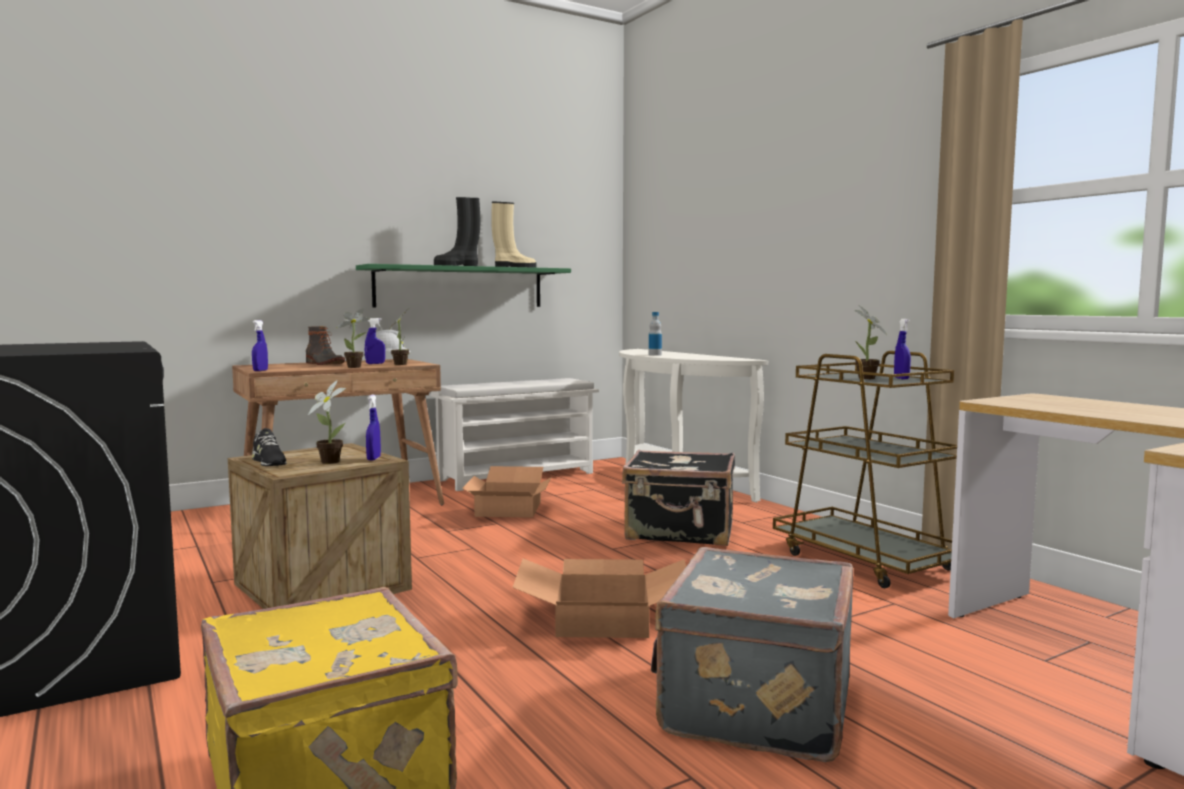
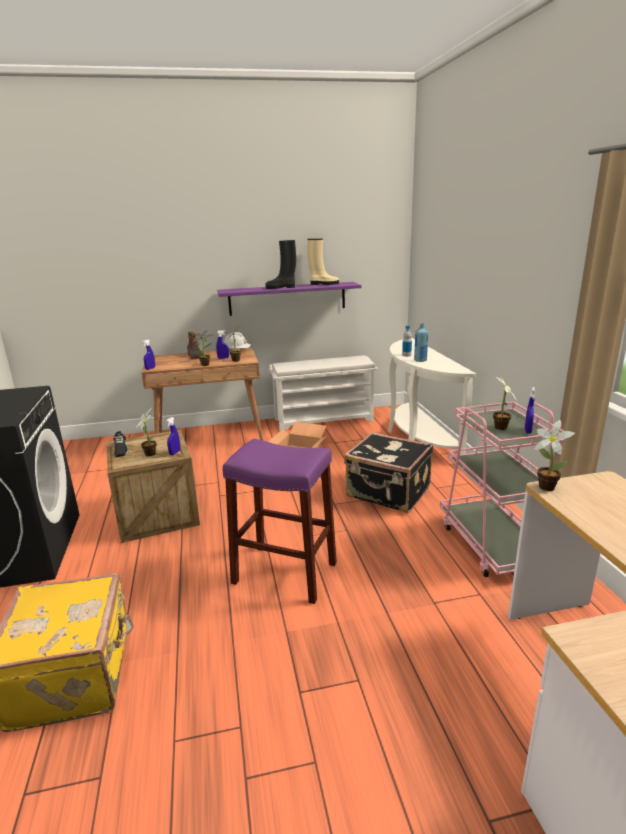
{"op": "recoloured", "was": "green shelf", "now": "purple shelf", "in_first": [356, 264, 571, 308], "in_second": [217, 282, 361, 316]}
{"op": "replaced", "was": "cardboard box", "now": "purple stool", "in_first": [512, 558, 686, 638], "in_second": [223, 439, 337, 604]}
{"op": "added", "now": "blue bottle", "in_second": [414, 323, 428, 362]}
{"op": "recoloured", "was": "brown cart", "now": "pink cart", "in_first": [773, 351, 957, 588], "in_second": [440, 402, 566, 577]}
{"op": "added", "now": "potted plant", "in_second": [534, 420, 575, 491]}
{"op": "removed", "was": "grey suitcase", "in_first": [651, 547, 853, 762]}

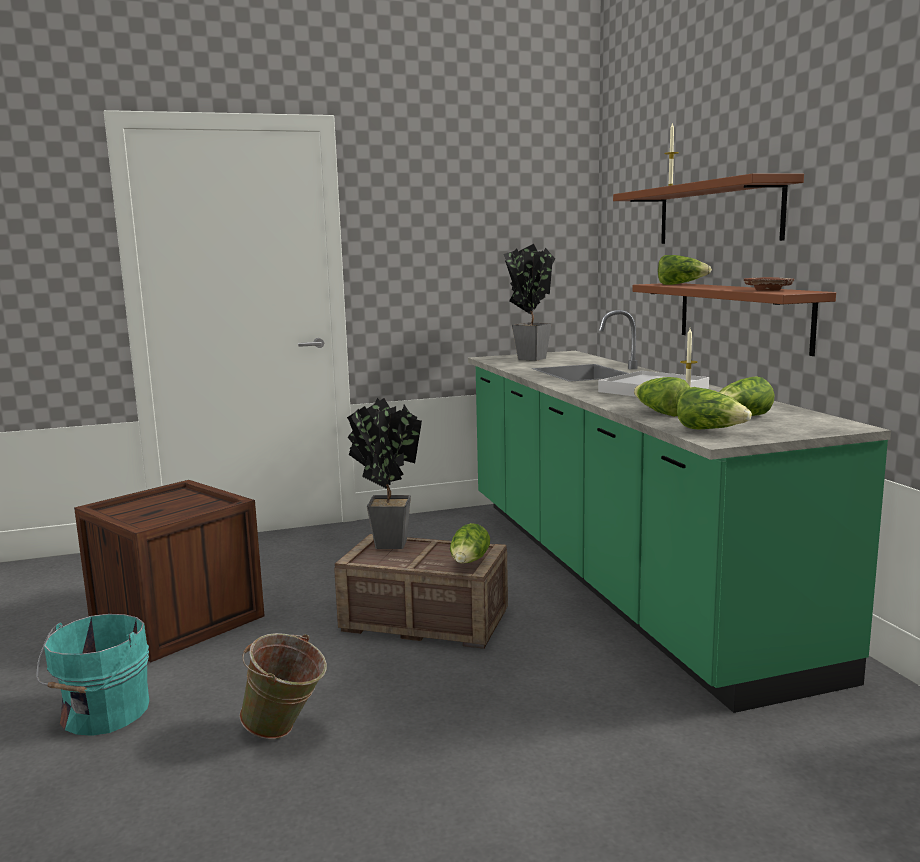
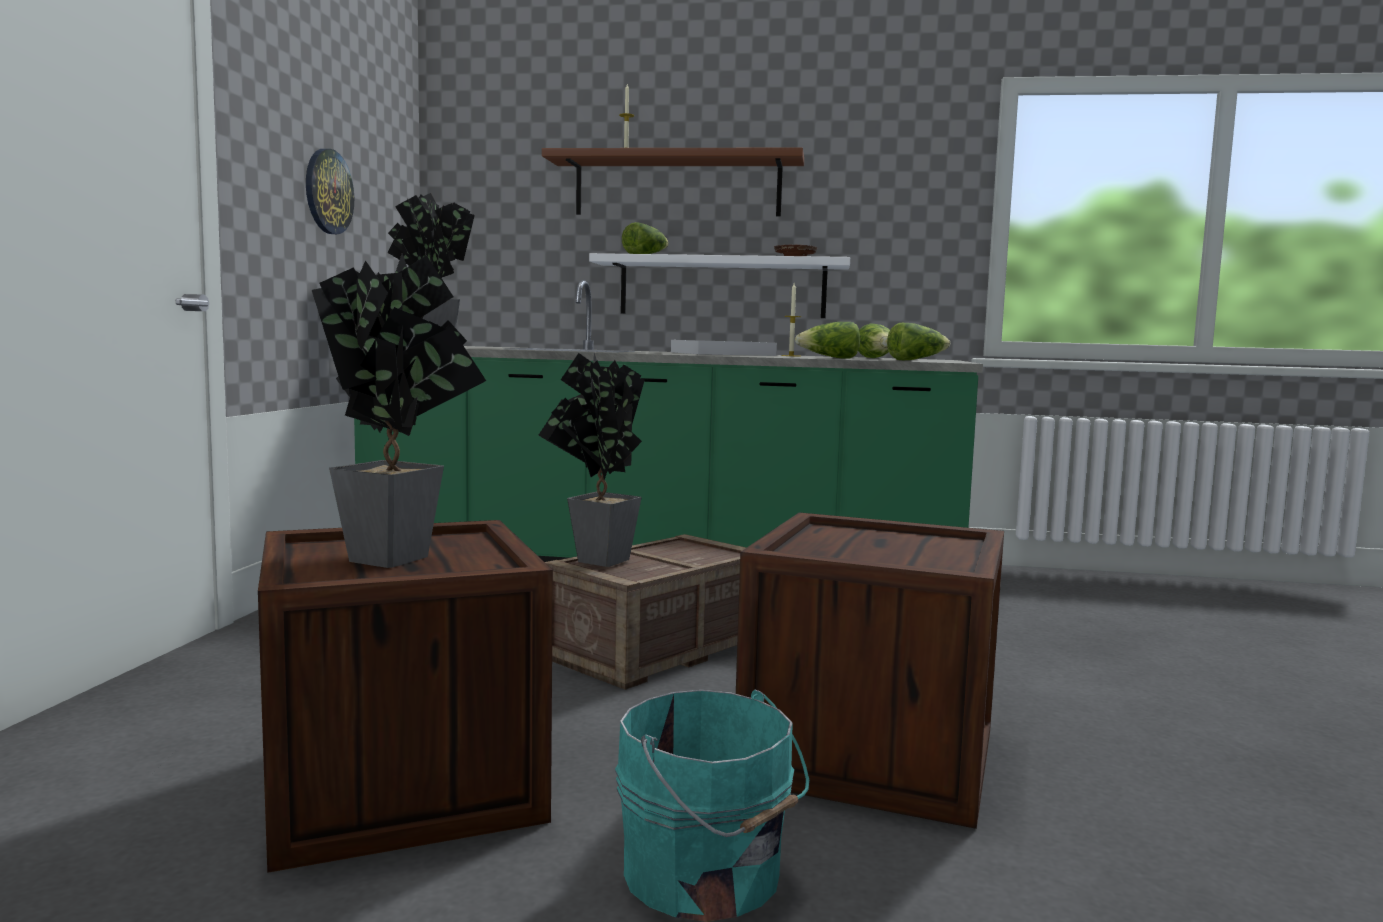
{"op": "added", "now": "wall clock", "in_second": [306, 149, 354, 234]}
{"op": "added", "now": "potted plant", "in_second": [312, 253, 486, 568]}
{"op": "recoloured", "was": "brown shelf", "now": "white shelf", "in_first": [632, 283, 836, 356], "in_second": [589, 253, 850, 318]}
{"op": "replaced", "was": "green bucket", "now": "crate", "in_first": [239, 633, 327, 739], "in_second": [736, 512, 1004, 829]}
{"op": "removed", "was": "lettuce", "in_first": [450, 523, 490, 563]}

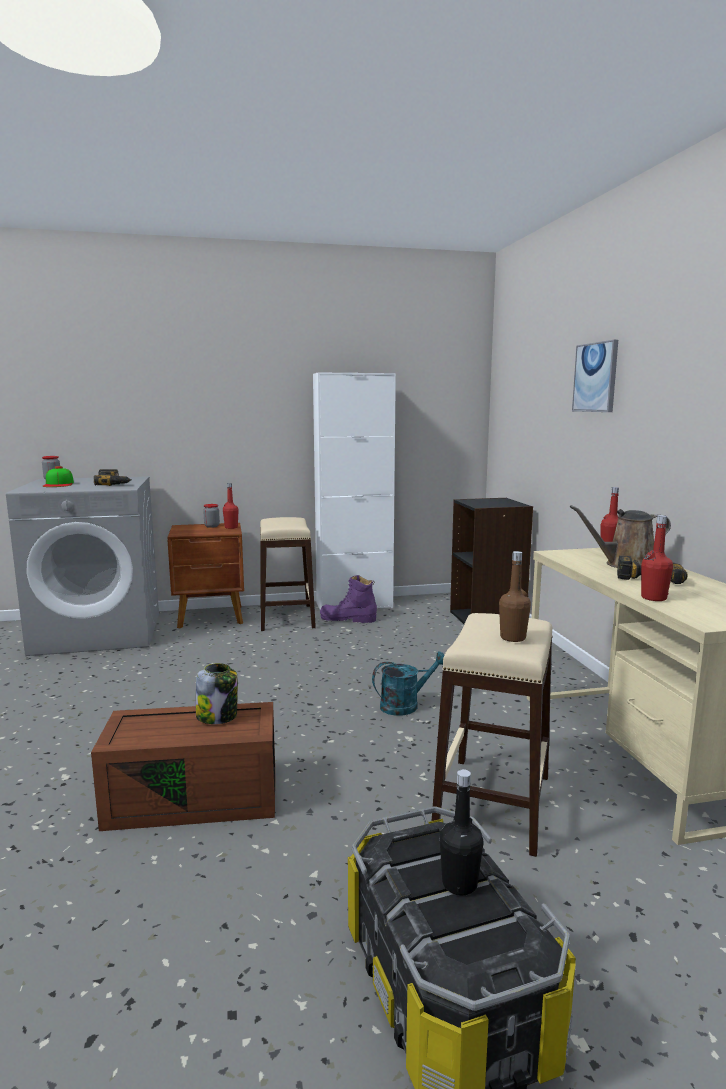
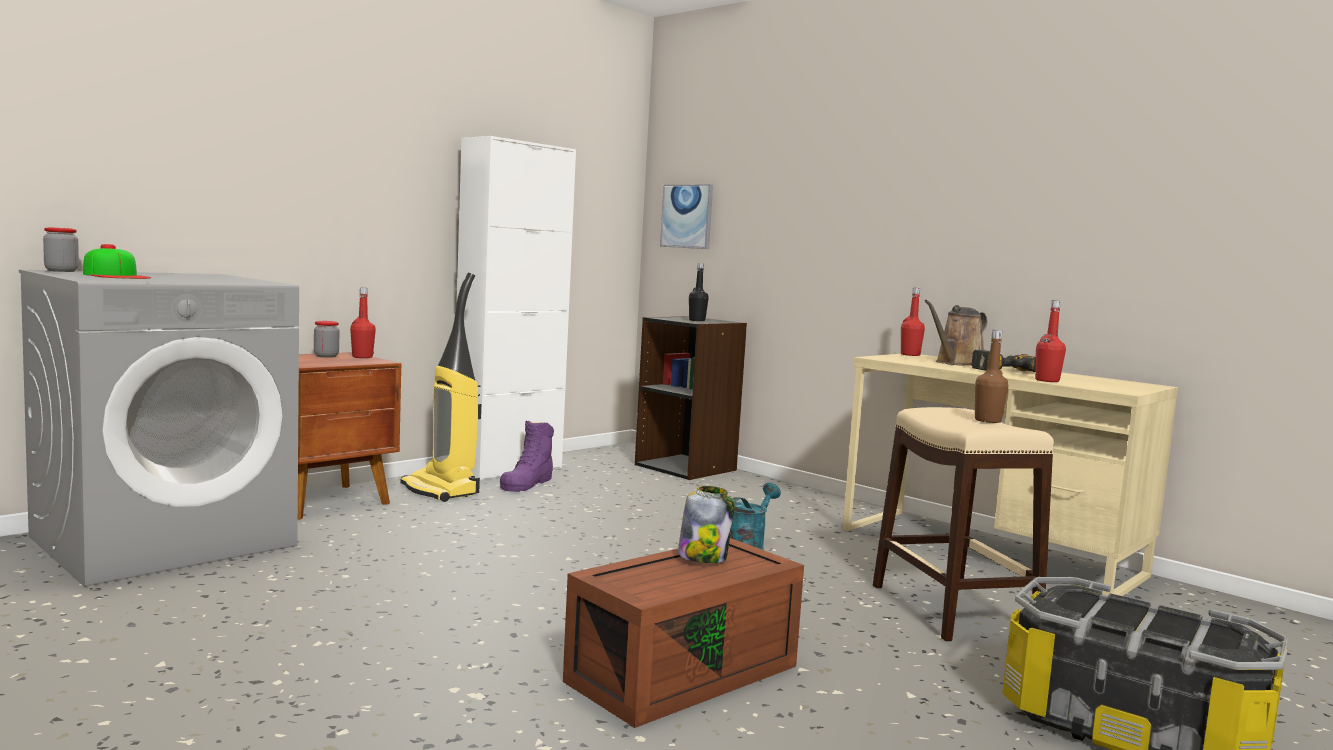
{"op": "replaced", "was": "beige stool", "now": "vacuum cleaner", "in_first": [260, 517, 316, 631], "in_second": [400, 273, 481, 502]}
{"op": "turned", "was": "purple boot", "in_first": [320, 575, 377, 623], "in_second": [500, 420, 554, 492], "clockwise": -45}
{"op": "moved", "was": "picture", "in_first": [572, 340, 618, 412], "in_second": [660, 184, 713, 249]}
{"op": "moved", "was": "black bottle", "in_first": [440, 769, 483, 896], "in_second": [689, 263, 709, 321]}
{"op": "removed", "was": "power drill", "in_first": [94, 469, 132, 486]}

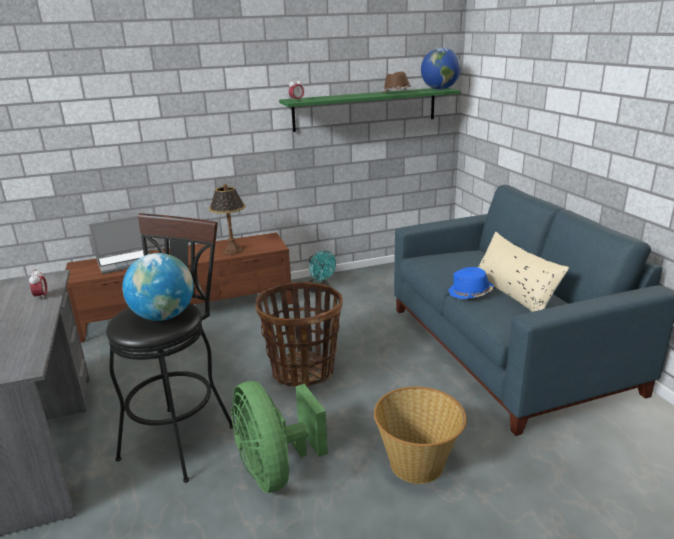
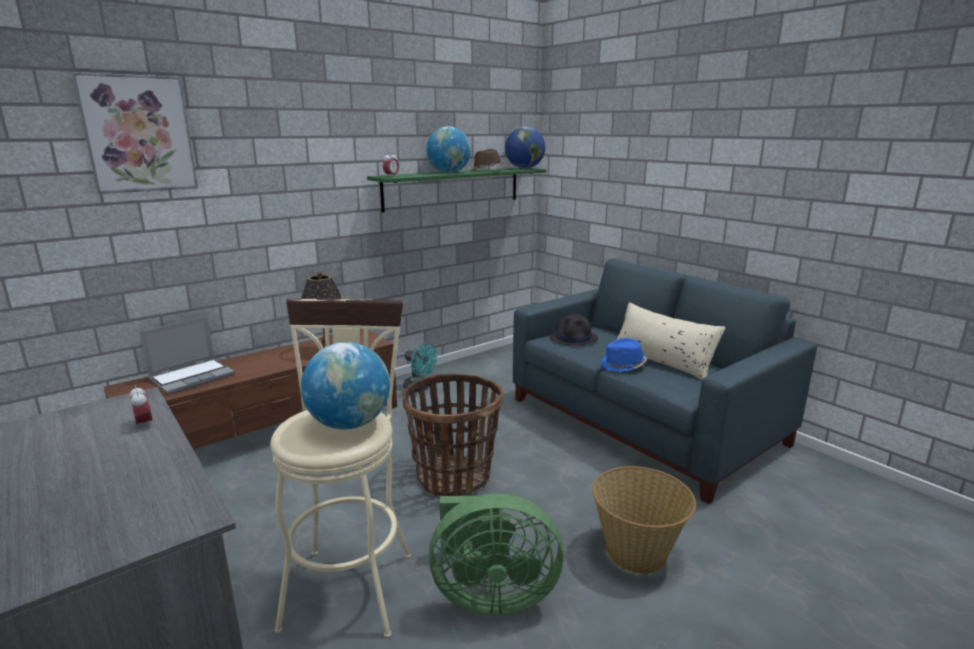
{"op": "added", "now": "picture", "in_second": [72, 72, 198, 194]}
{"op": "recoloured", "was": "black stool", "now": "beige stool", "in_first": [106, 213, 233, 483], "in_second": [270, 299, 411, 638]}
{"op": "added", "now": "globe", "in_second": [426, 126, 471, 173]}
{"op": "turned", "was": "green fan", "in_first": [231, 381, 328, 493], "in_second": [429, 493, 564, 616], "clockwise": -45}
{"op": "added", "now": "black hat", "in_second": [549, 314, 598, 346]}

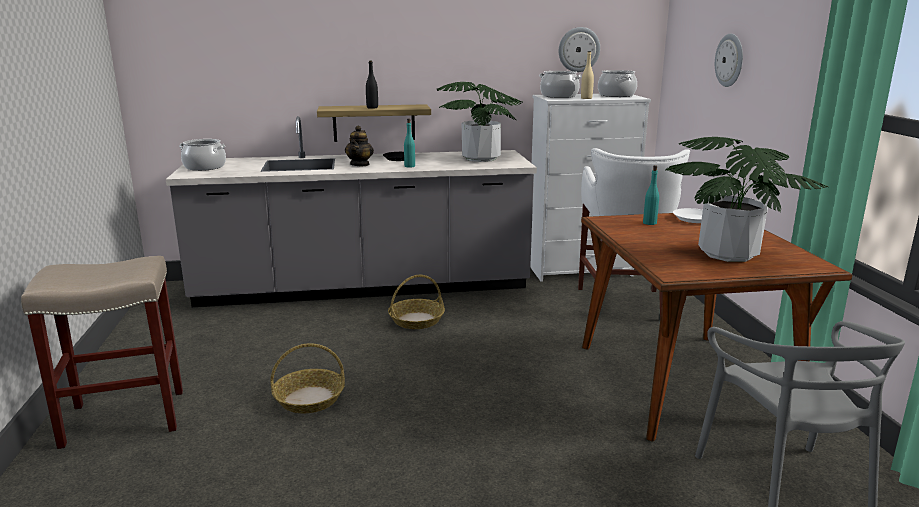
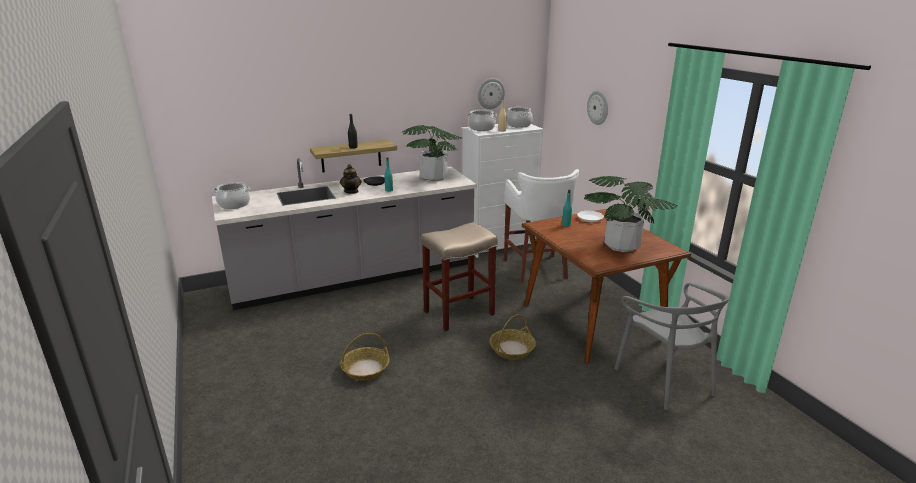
{"op": "moved", "was": "beige stool", "in_first": [21, 256, 183, 449], "in_second": [421, 222, 498, 331]}
{"op": "moved", "was": "basket", "in_first": [388, 275, 445, 329], "in_second": [490, 314, 536, 360]}

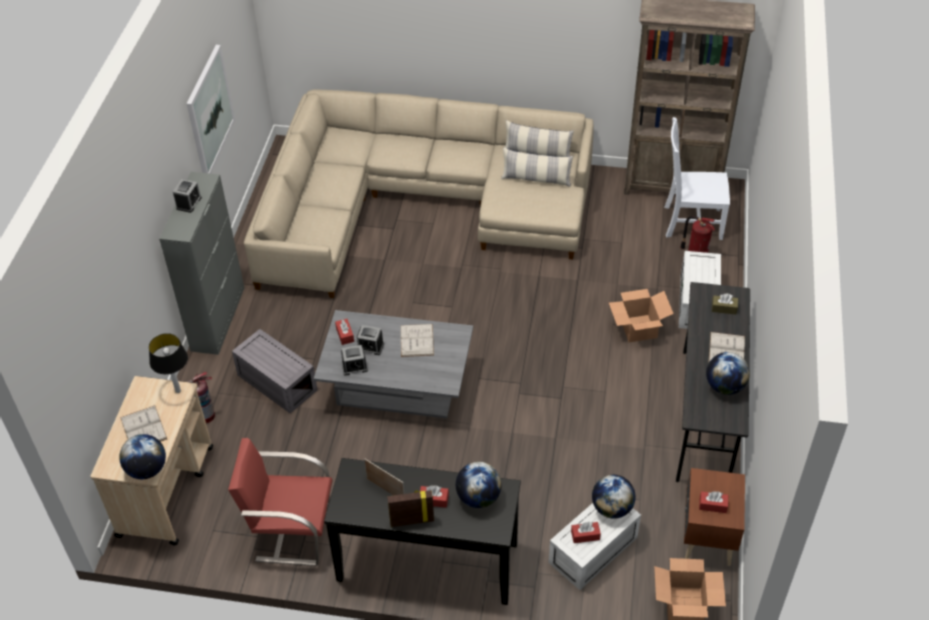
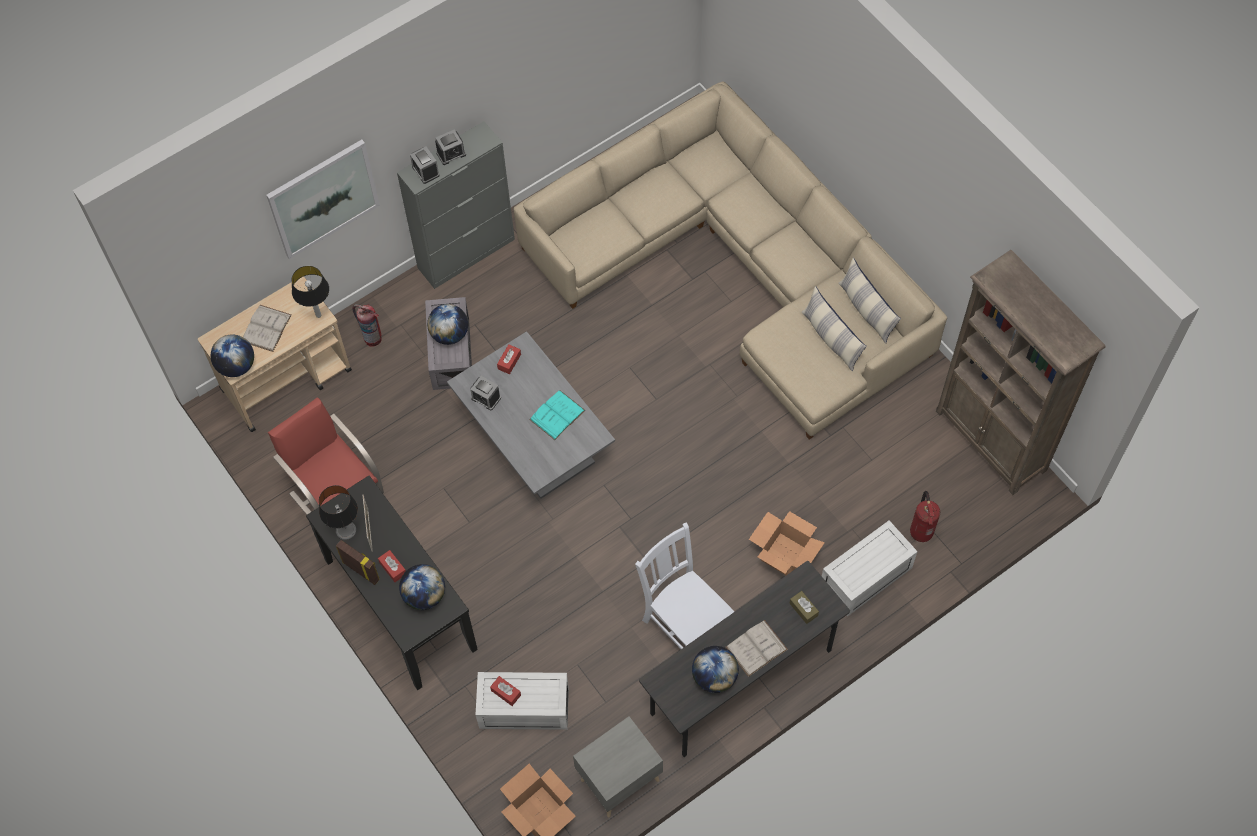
{"op": "moved", "was": "picture", "in_first": [187, 45, 235, 174], "in_second": [266, 140, 380, 259]}
{"op": "added", "now": "table lamp", "in_second": [319, 485, 358, 540]}
{"op": "moved", "was": "alarm clock", "in_first": [357, 325, 384, 355], "in_second": [410, 147, 440, 184]}
{"op": "moved", "was": "globe", "in_first": [592, 475, 636, 519], "in_second": [427, 304, 468, 345]}
{"op": "recoloured", "was": "white book", "now": "turquoise book", "in_first": [401, 324, 434, 357], "in_second": [529, 390, 585, 440]}
{"op": "recoloured", "was": "brown nightstand", "now": "grey nightstand", "in_first": [684, 468, 745, 566], "in_second": [573, 717, 663, 817]}
{"op": "moved", "was": "white chair", "in_first": [664, 117, 730, 240], "in_second": [635, 522, 735, 649]}
{"op": "removed", "was": "red tissue box", "in_first": [699, 491, 728, 513]}

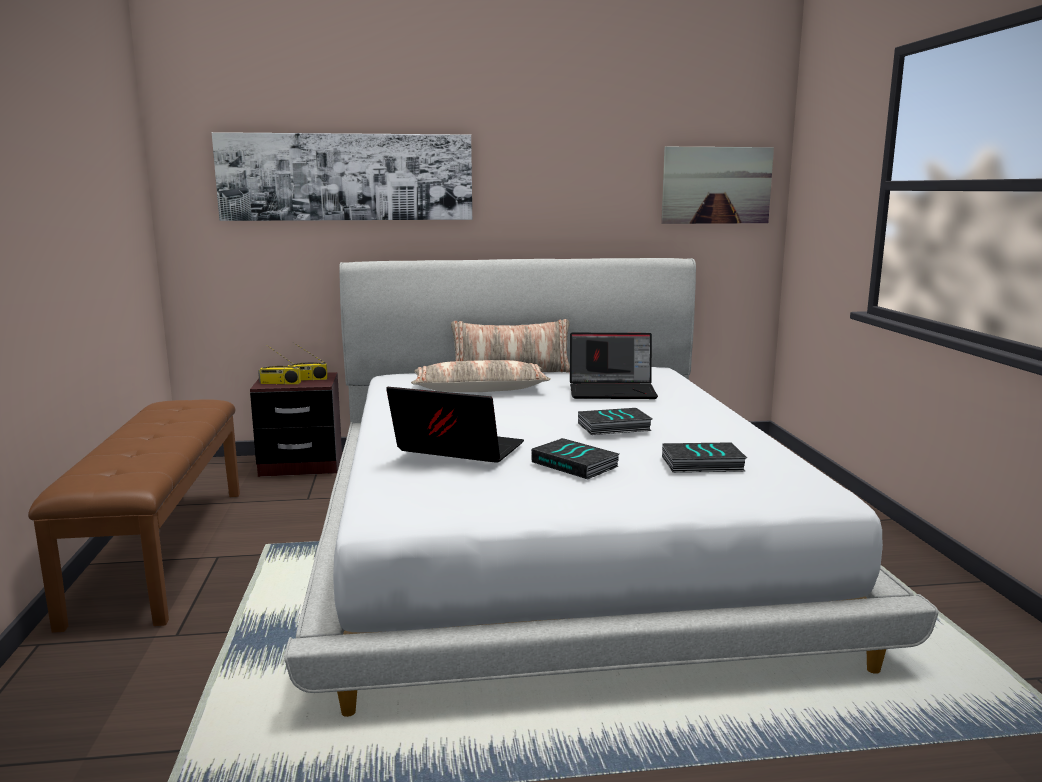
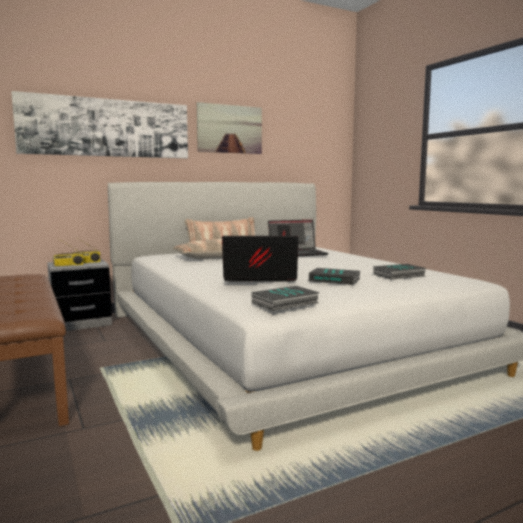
{"op": "recoloured", "was": "brown nightstand", "now": "grey nightstand", "in_first": [250, 372, 342, 477], "in_second": [47, 259, 112, 331]}
{"op": "moved", "was": "picture", "in_first": [661, 146, 774, 224], "in_second": [197, 102, 262, 154]}
{"op": "moved", "was": "book", "in_first": [578, 408, 652, 435], "in_second": [252, 286, 320, 311]}

